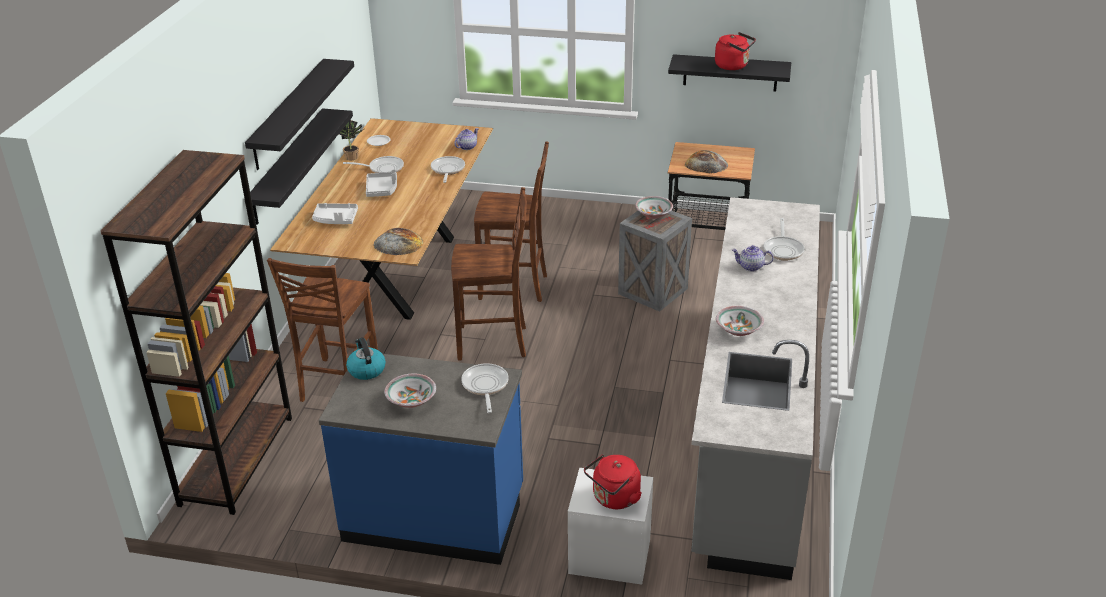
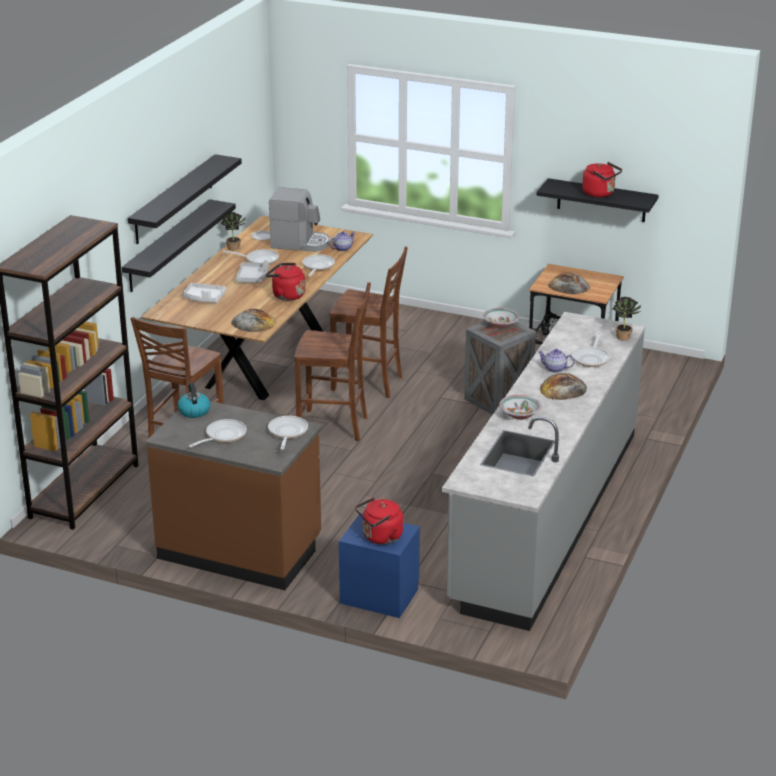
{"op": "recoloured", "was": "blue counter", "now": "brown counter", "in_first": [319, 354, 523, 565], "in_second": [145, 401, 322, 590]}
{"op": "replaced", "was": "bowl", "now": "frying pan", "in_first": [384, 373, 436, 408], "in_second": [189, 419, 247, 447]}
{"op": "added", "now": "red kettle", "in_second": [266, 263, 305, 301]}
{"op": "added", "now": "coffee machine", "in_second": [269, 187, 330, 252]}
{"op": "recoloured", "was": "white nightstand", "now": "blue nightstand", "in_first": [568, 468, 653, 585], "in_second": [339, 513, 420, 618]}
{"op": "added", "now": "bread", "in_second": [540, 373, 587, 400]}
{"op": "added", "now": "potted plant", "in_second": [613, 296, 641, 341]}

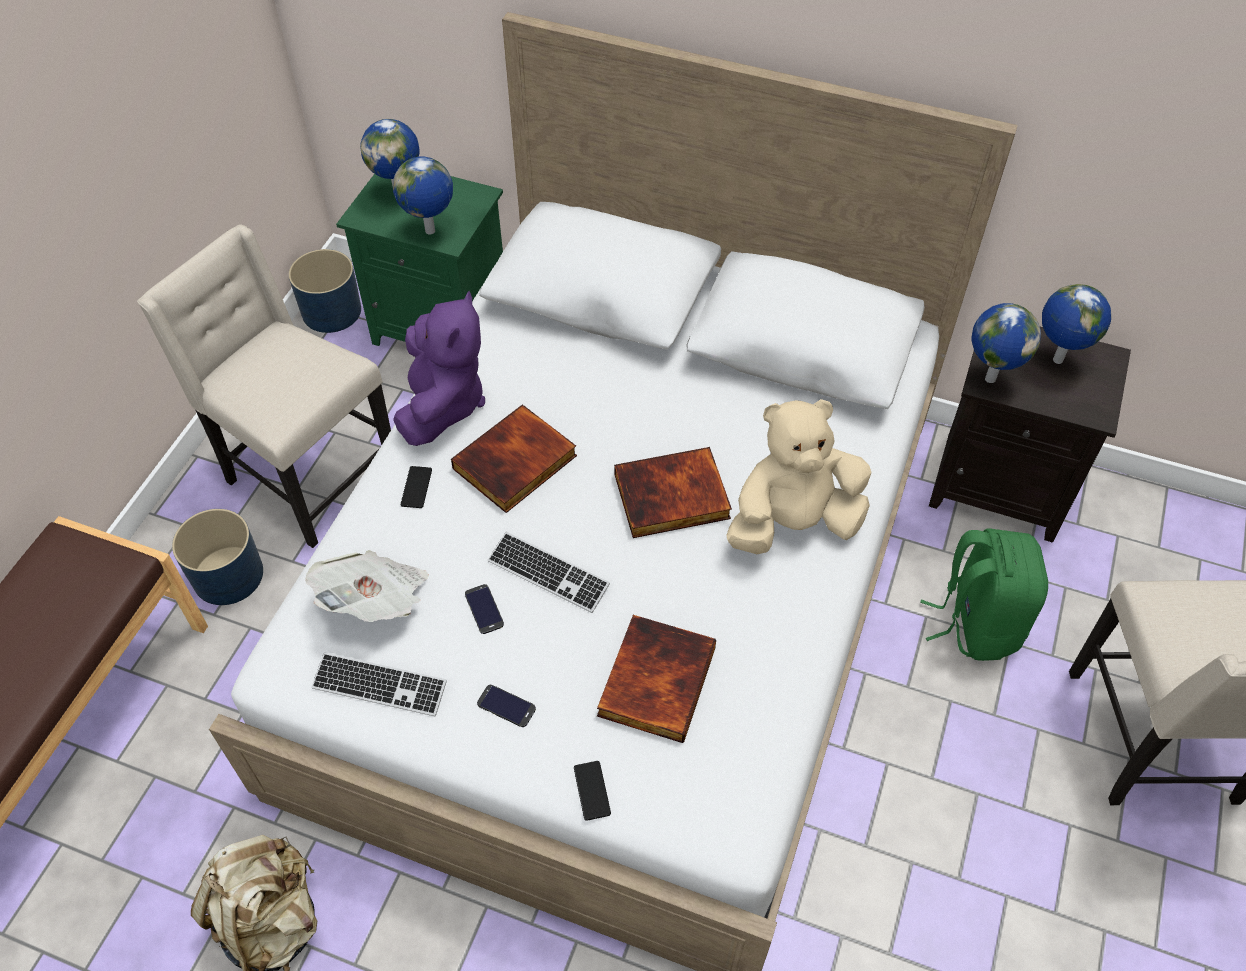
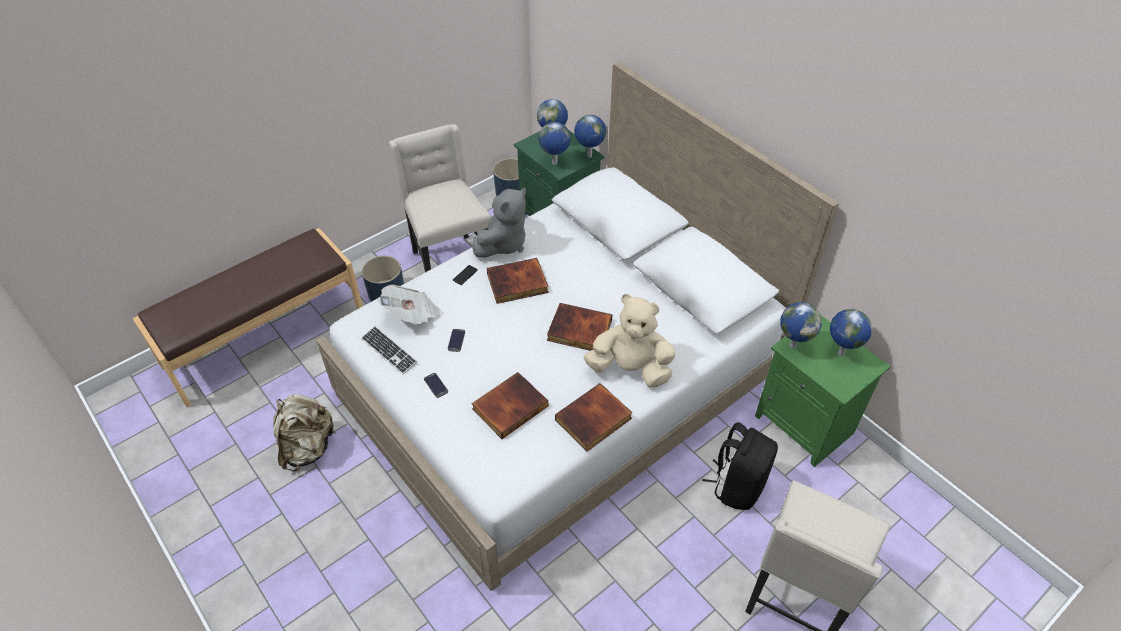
{"op": "recoloured", "was": "purple plush toy", "now": "grey plush toy", "in_first": [393, 291, 485, 446], "in_second": [472, 188, 526, 258]}
{"op": "added", "now": "book", "in_second": [555, 383, 633, 452]}
{"op": "added", "now": "globe", "in_second": [574, 115, 606, 158]}
{"op": "recoloured", "was": "green backpack", "now": "black backpack", "in_first": [920, 528, 1048, 661], "in_second": [702, 422, 778, 510]}
{"op": "recoloured", "was": "black nightstand", "now": "green nightstand", "in_first": [929, 327, 1131, 543], "in_second": [755, 315, 891, 467]}
{"op": "removed", "was": "keyboard", "in_first": [488, 532, 610, 613]}
{"op": "removed", "was": "phone", "in_first": [574, 761, 611, 821]}

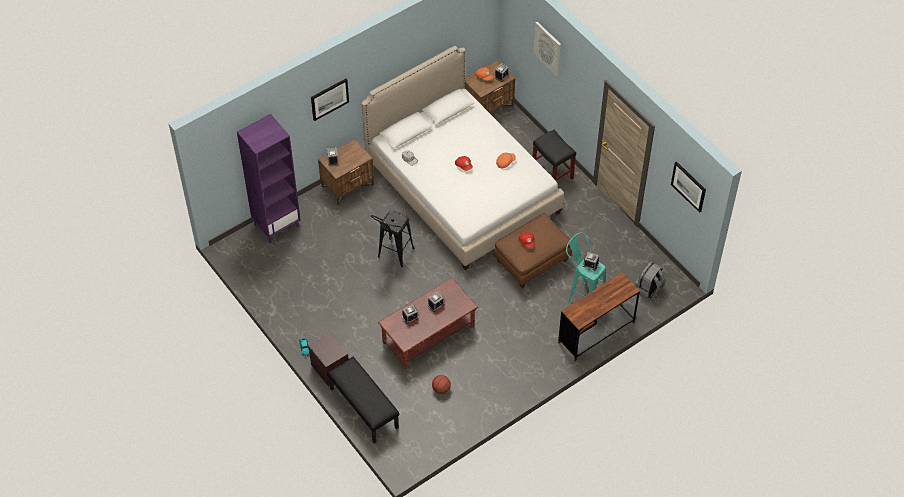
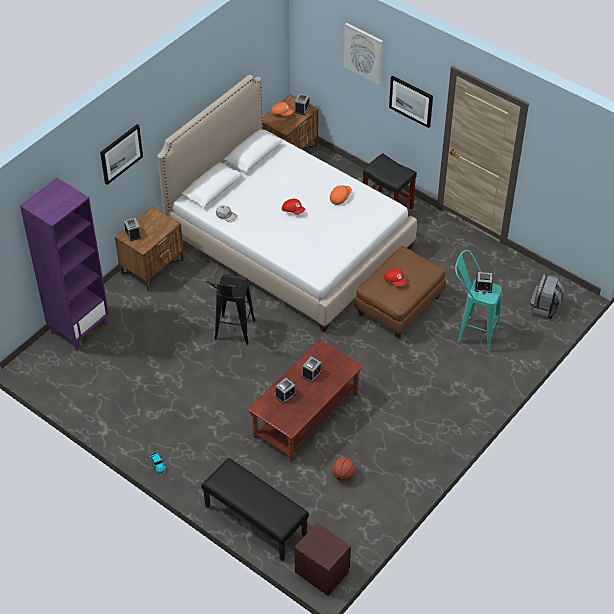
{"op": "moved", "was": "brown nightstand", "in_first": [308, 332, 349, 386], "in_second": [295, 523, 351, 596]}
{"op": "moved", "was": "picture", "in_first": [671, 161, 706, 213], "in_second": [389, 75, 433, 128]}
{"op": "removed", "was": "brown desk", "in_first": [557, 273, 640, 361]}

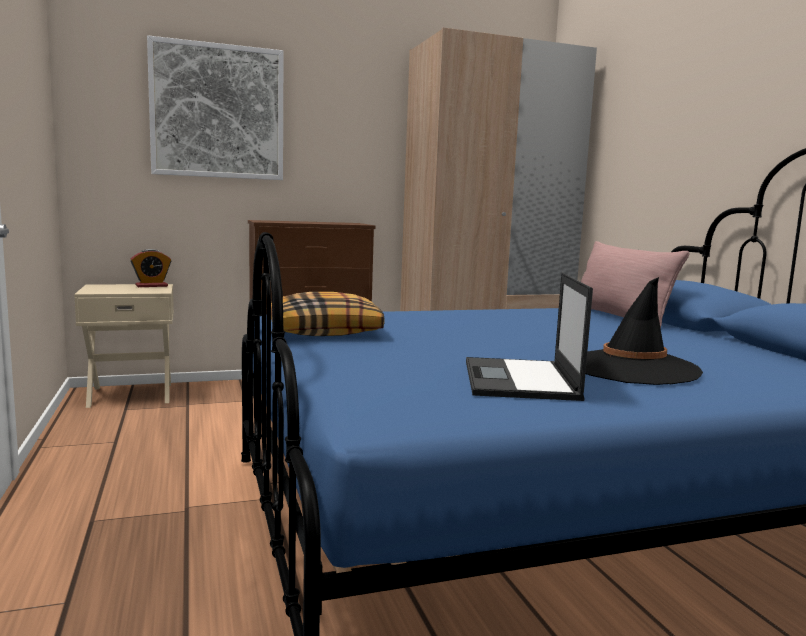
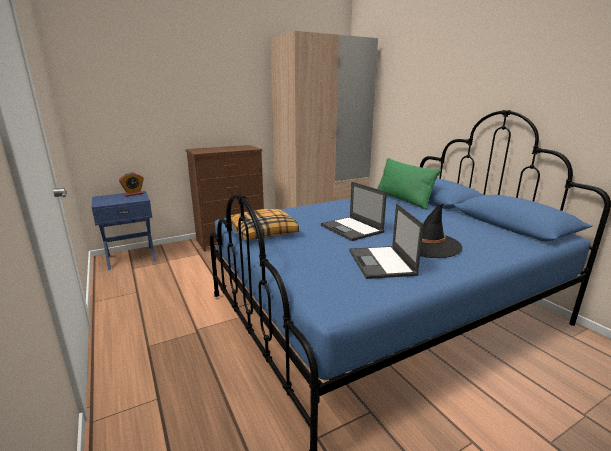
{"op": "recoloured", "was": "beige nightstand", "now": "blue nightstand", "in_first": [74, 284, 174, 408], "in_second": [91, 191, 156, 270]}
{"op": "added", "now": "laptop", "in_second": [321, 182, 387, 241]}
{"op": "recoloured", "was": "pink pillow", "now": "green pillow", "in_first": [581, 241, 689, 328], "in_second": [377, 158, 441, 210]}
{"op": "removed", "was": "picture", "in_first": [147, 35, 283, 180]}

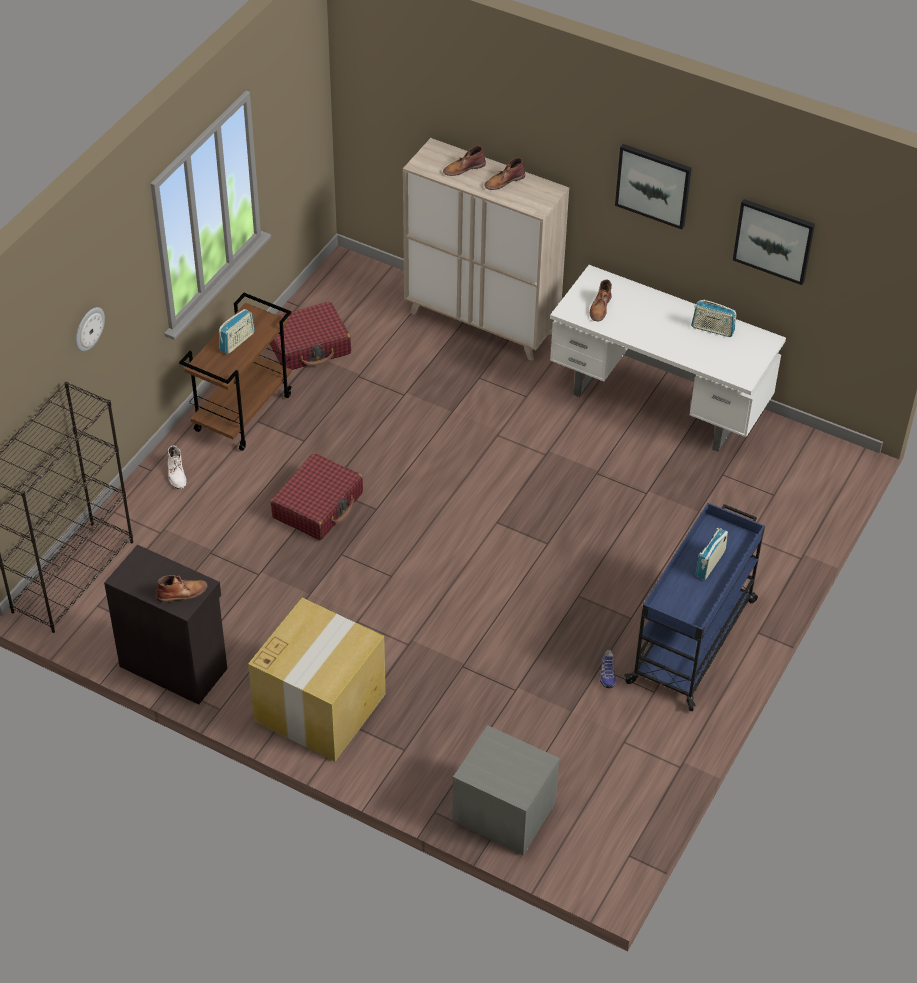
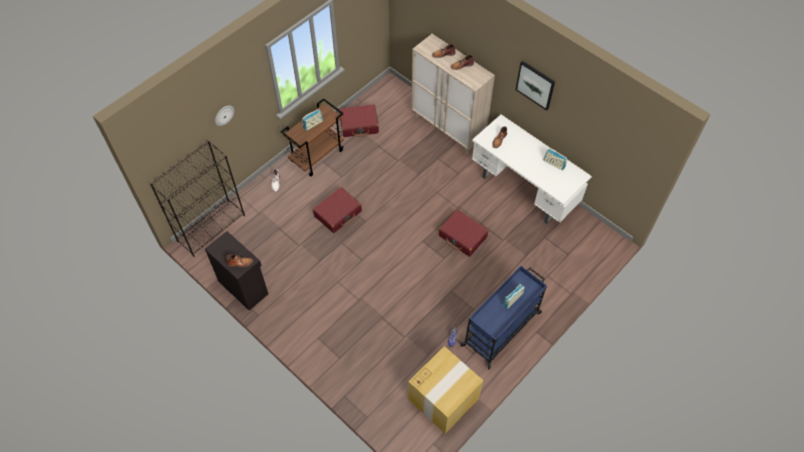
{"op": "moved", "was": "cardboard box", "in_first": [248, 598, 386, 762], "in_second": [408, 346, 483, 434]}
{"op": "added", "now": "red suitcase", "in_second": [439, 209, 488, 257]}
{"op": "removed", "was": "grey nightstand", "in_first": [452, 725, 560, 855]}
{"op": "removed", "was": "picture", "in_first": [733, 199, 815, 285]}

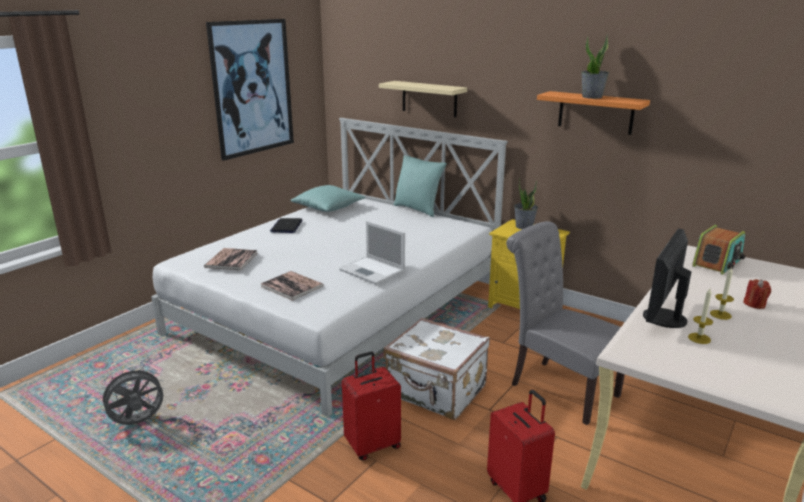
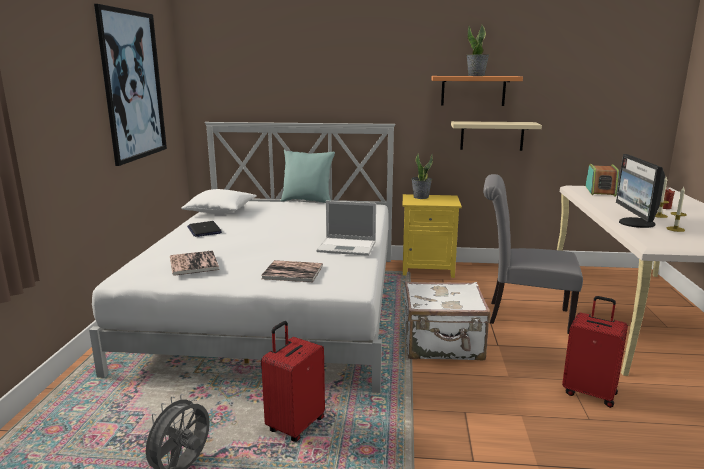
{"op": "recoloured", "was": "turquoise pillow", "now": "white pillow", "in_first": [290, 185, 366, 212], "in_second": [181, 189, 257, 214]}
{"op": "moved", "was": "red suitcase", "in_first": [342, 351, 401, 460], "in_second": [261, 321, 325, 442]}
{"op": "moved", "was": "beige shelf", "in_first": [379, 81, 467, 117], "in_second": [451, 121, 542, 151]}

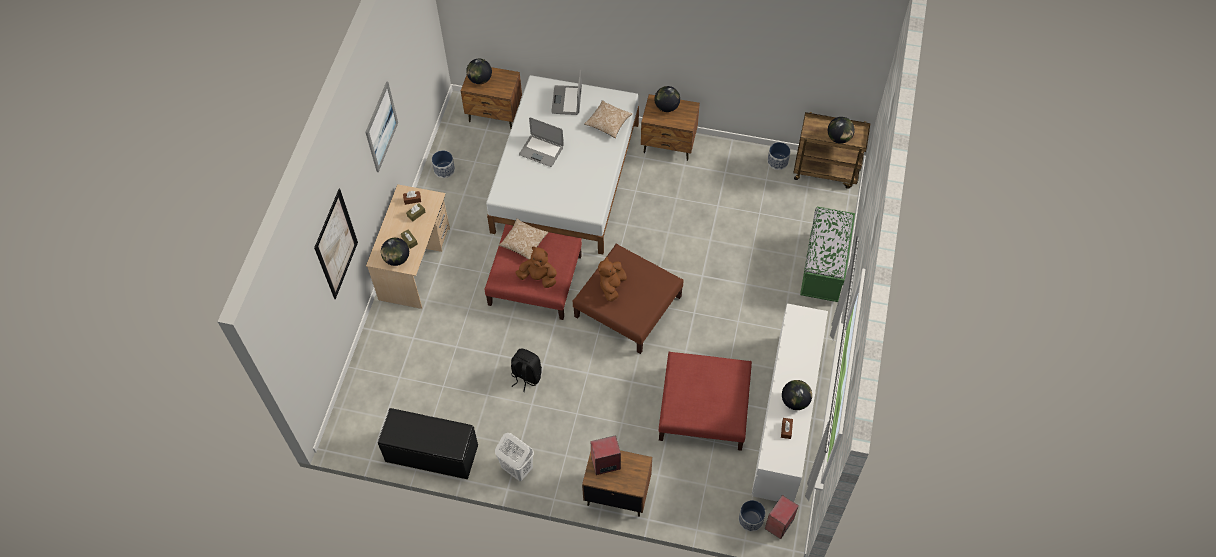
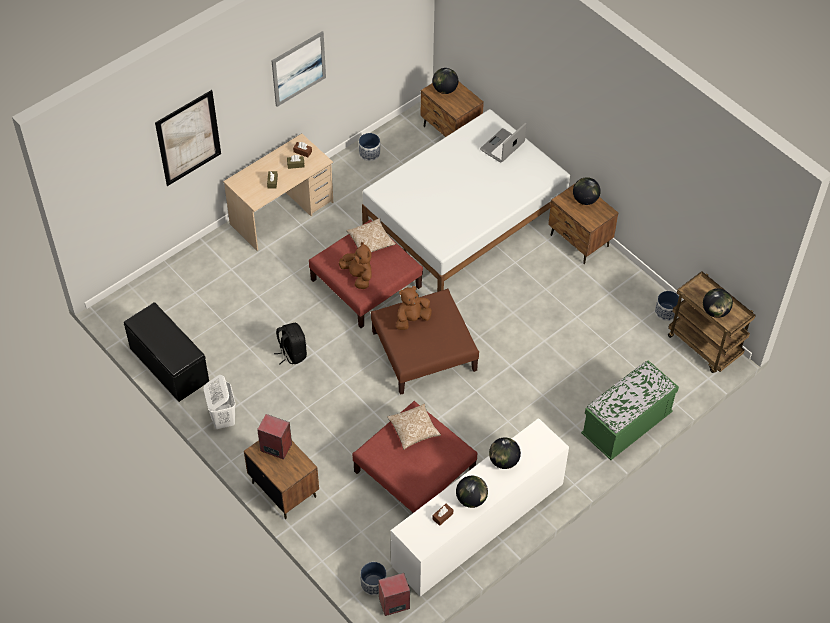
{"op": "moved", "was": "pillow", "in_first": [584, 100, 632, 138], "in_second": [387, 404, 441, 450]}
{"op": "moved", "was": "globe", "in_first": [381, 238, 409, 266], "in_second": [489, 438, 521, 469]}
{"op": "removed", "was": "laptop", "in_first": [519, 117, 564, 167]}

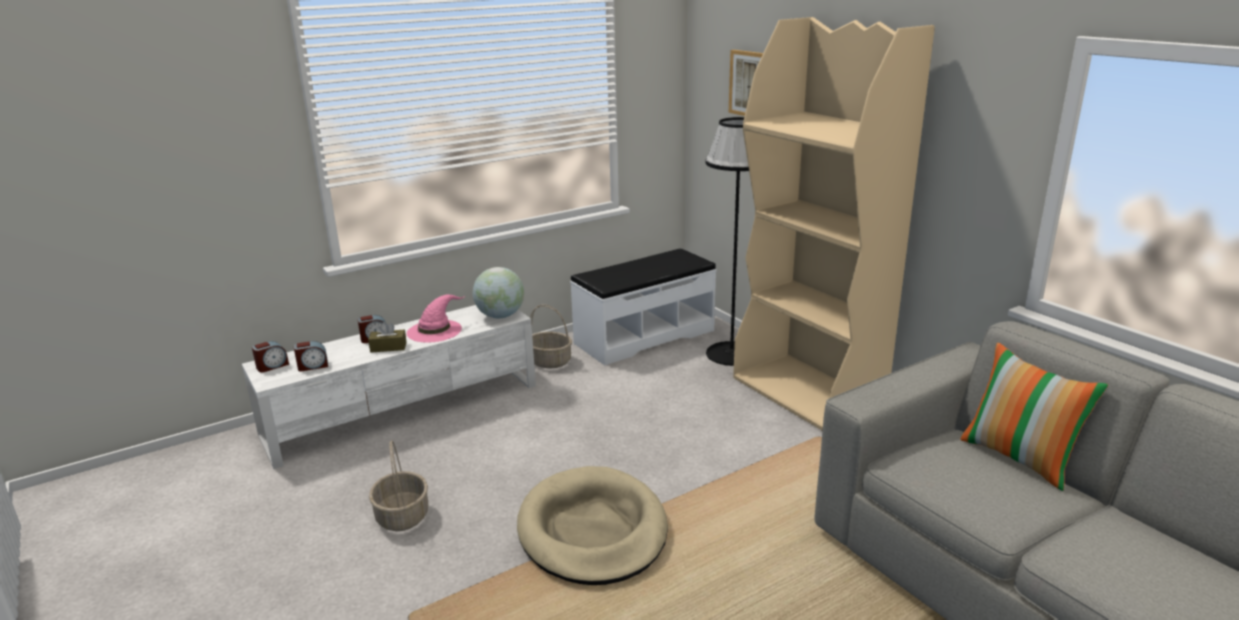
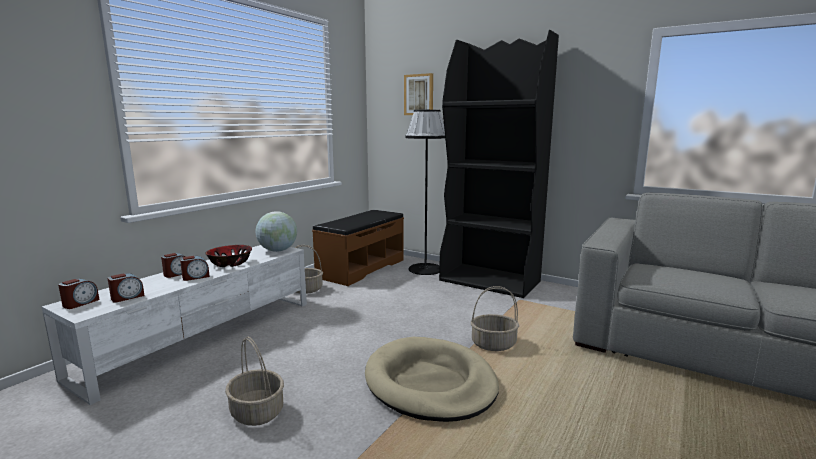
{"op": "replaced", "was": "brown tissue box", "now": "alarm clock", "in_first": [368, 322, 407, 353], "in_second": [180, 256, 210, 281]}
{"op": "replaced", "was": "pink hat", "now": "bowl", "in_first": [407, 294, 465, 343], "in_second": [205, 245, 252, 267]}
{"op": "recoloured", "was": "white bench", "now": "brown bench", "in_first": [570, 248, 716, 365], "in_second": [312, 210, 404, 286]}
{"op": "recoloured", "was": "beige bookcase", "now": "black bookcase", "in_first": [733, 17, 935, 430], "in_second": [439, 30, 559, 298]}
{"op": "added", "now": "basket", "in_second": [471, 286, 519, 351]}
{"op": "removed", "was": "pillow", "in_first": [960, 343, 1108, 491]}

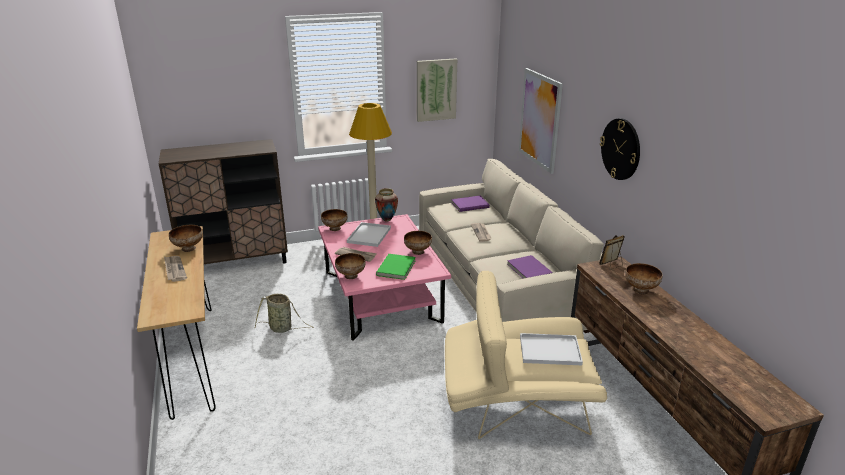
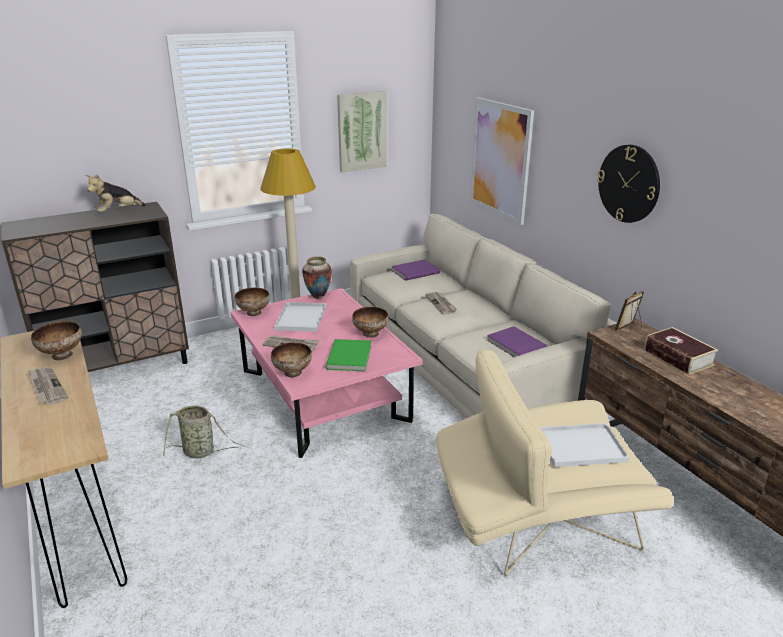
{"op": "added", "now": "plush toy", "in_second": [85, 174, 146, 212]}
{"op": "replaced", "was": "bowl", "now": "book", "in_first": [625, 263, 663, 294], "in_second": [644, 327, 718, 375]}

